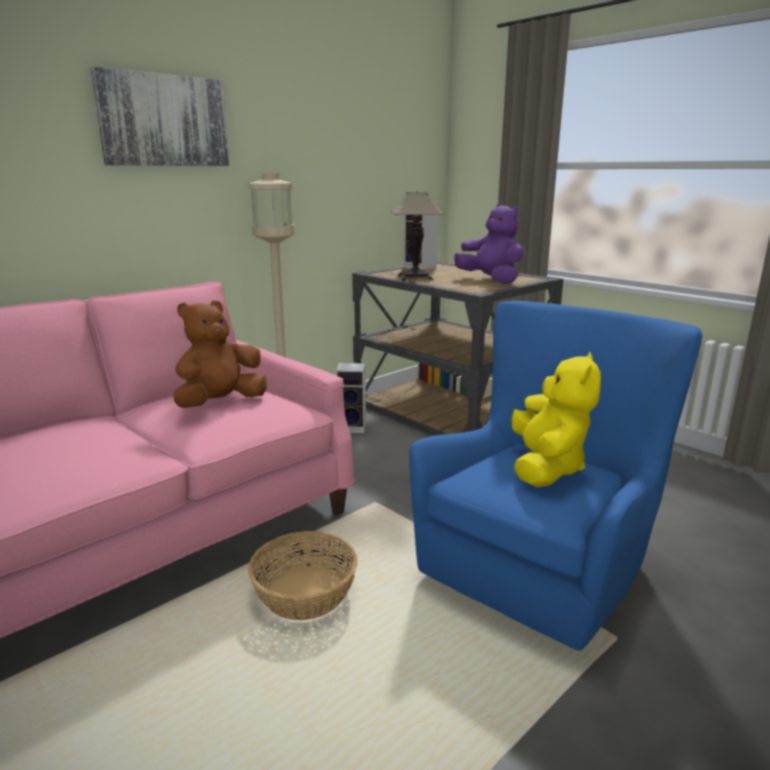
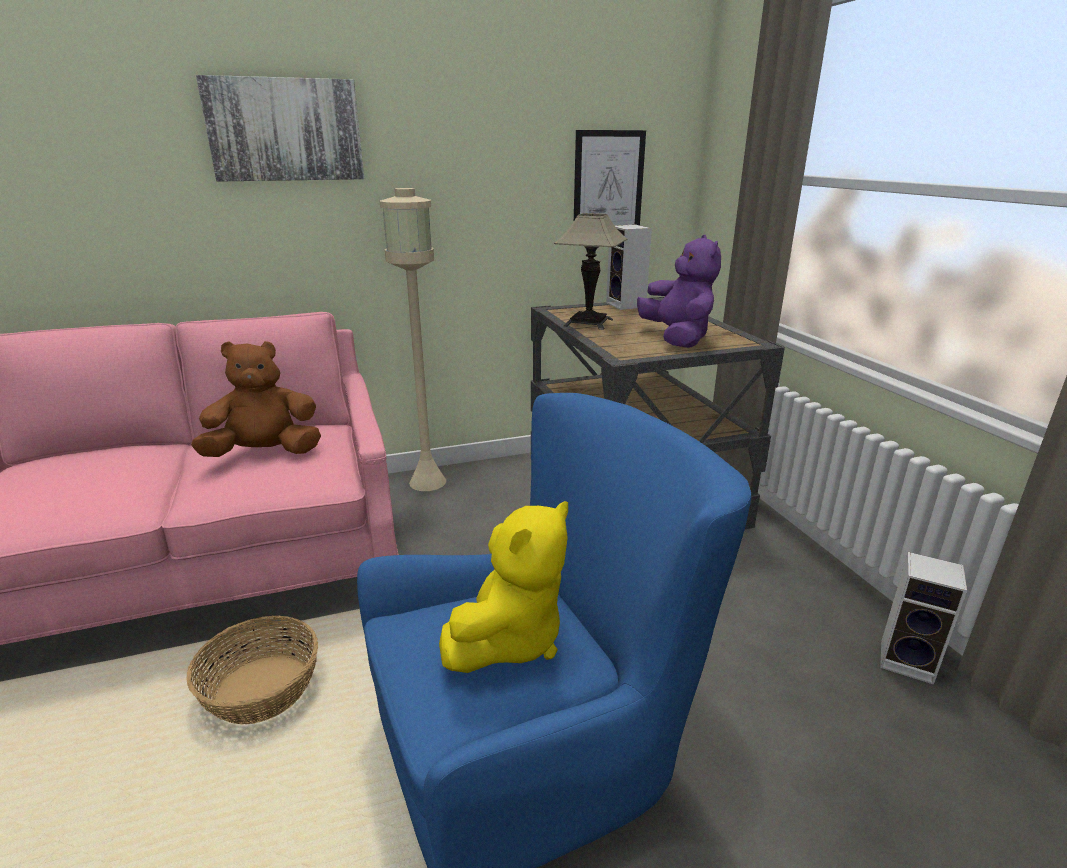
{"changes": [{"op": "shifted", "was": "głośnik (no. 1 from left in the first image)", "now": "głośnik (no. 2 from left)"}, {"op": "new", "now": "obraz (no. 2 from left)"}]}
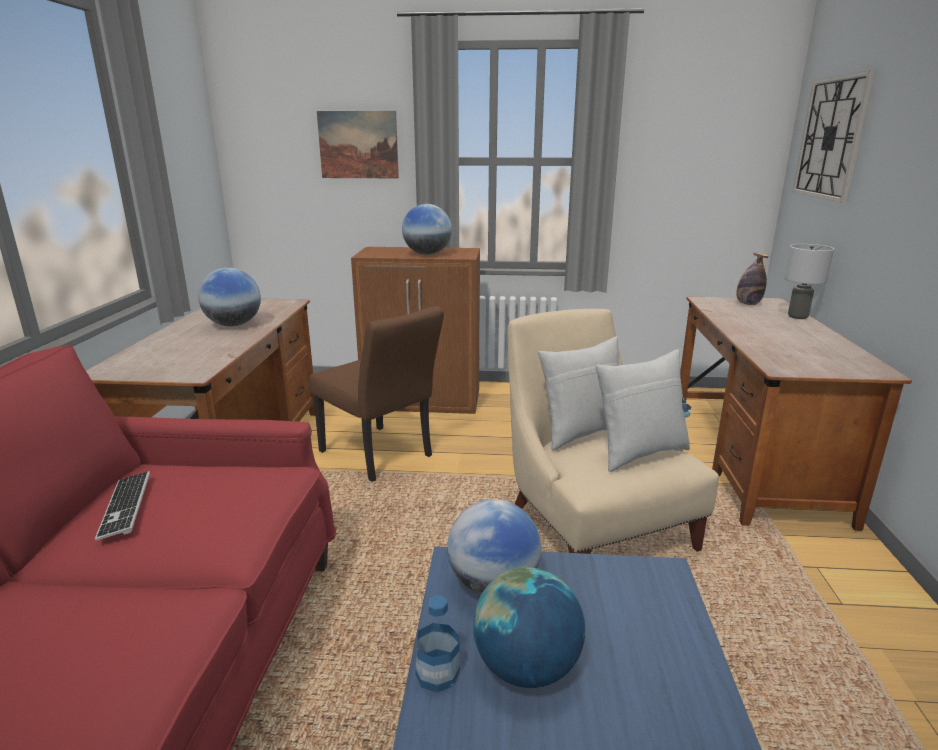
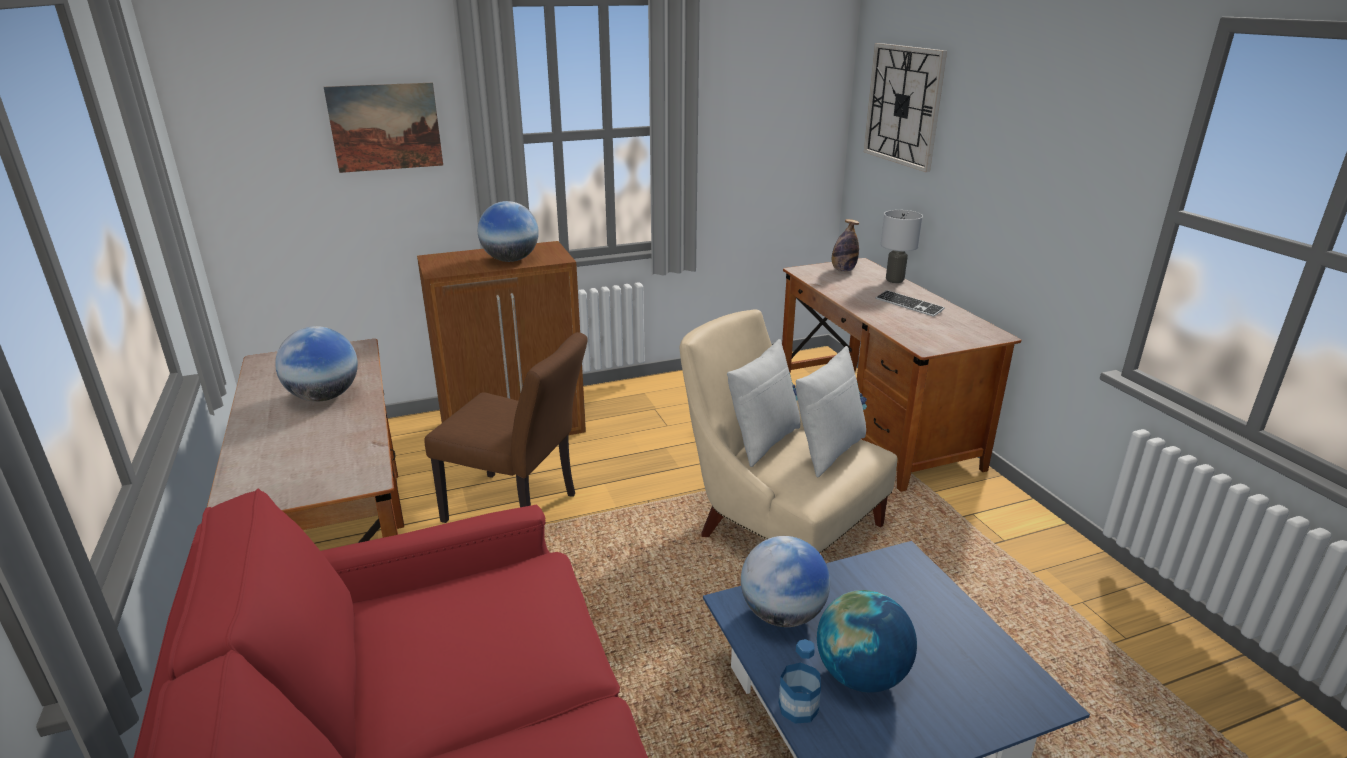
{"changes": [{"op": "shifted", "was": "klawiatura"}]}
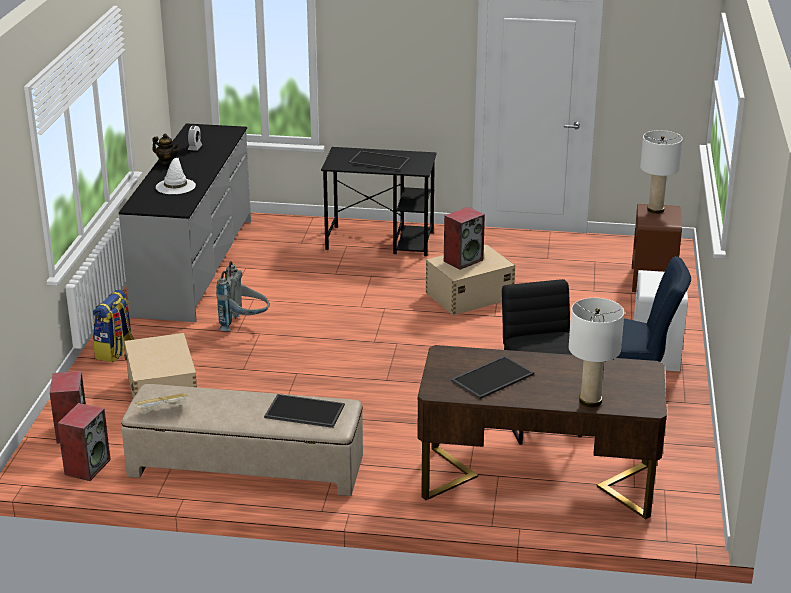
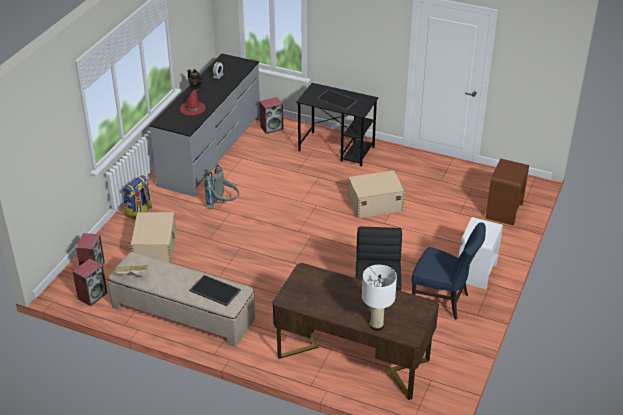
{"changes": [{"op": "gone", "was": "lampa stołowa [biały] (no. 2 from left)"}, {"op": "repainted", "was": "kapelusz [biały]", "now": "kapelusz [czerwony]"}, {"op": "shifted", "was": "głośnik (no. 3 from left)"}, {"op": "gone", "was": "taca (no. 3 from left)"}]}
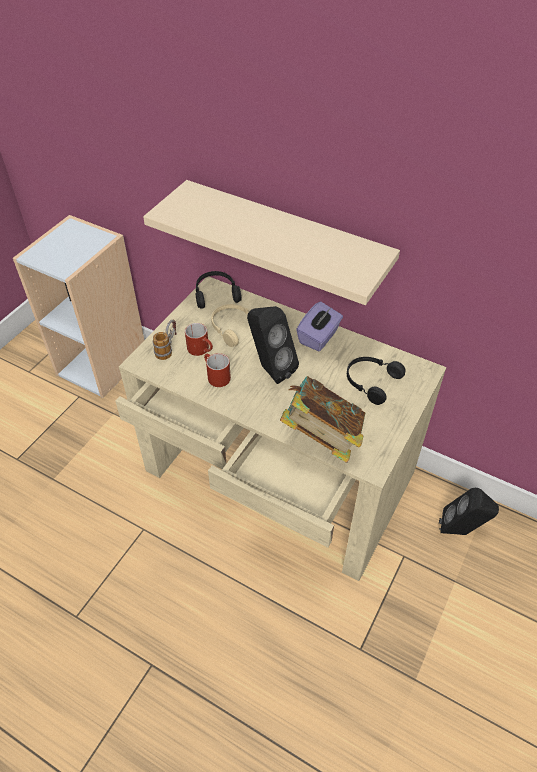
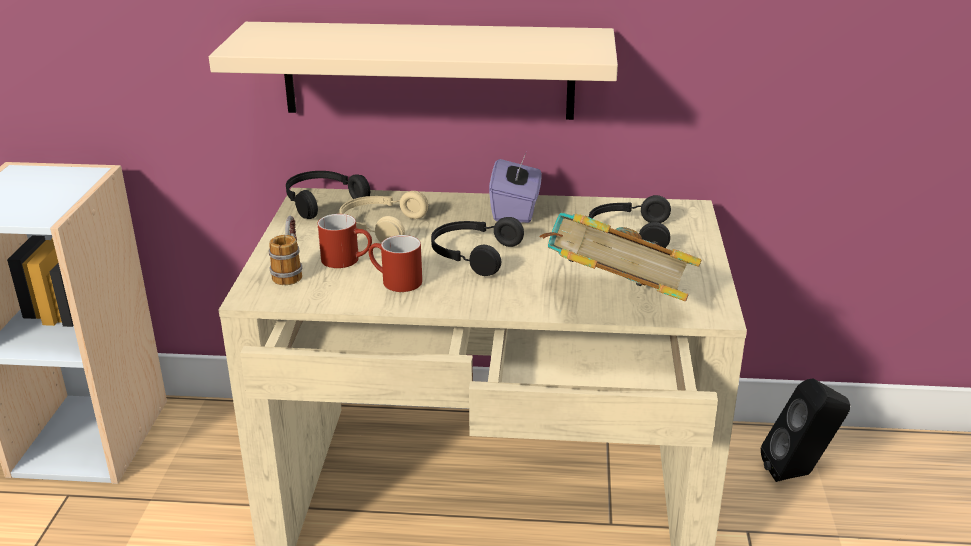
{"changes": [{"op": "swapped", "was": "głośnik [czarny] (no. 1 from left)", "now": "słuchawki [czarny] (no. 2 from left)"}]}
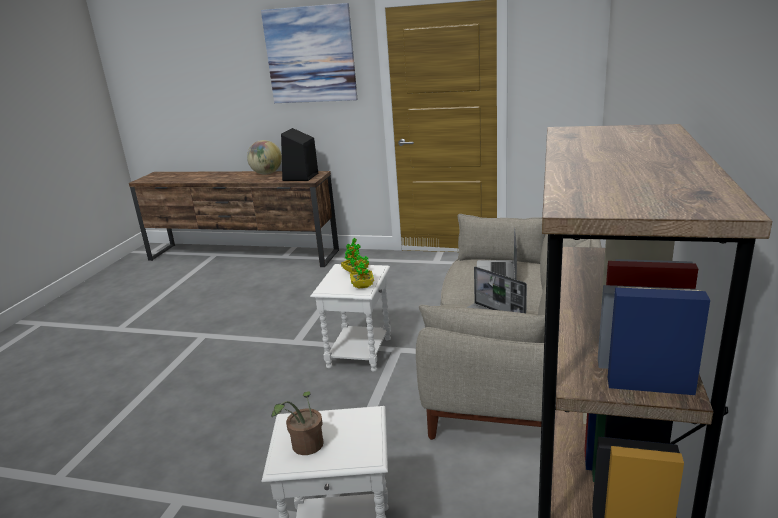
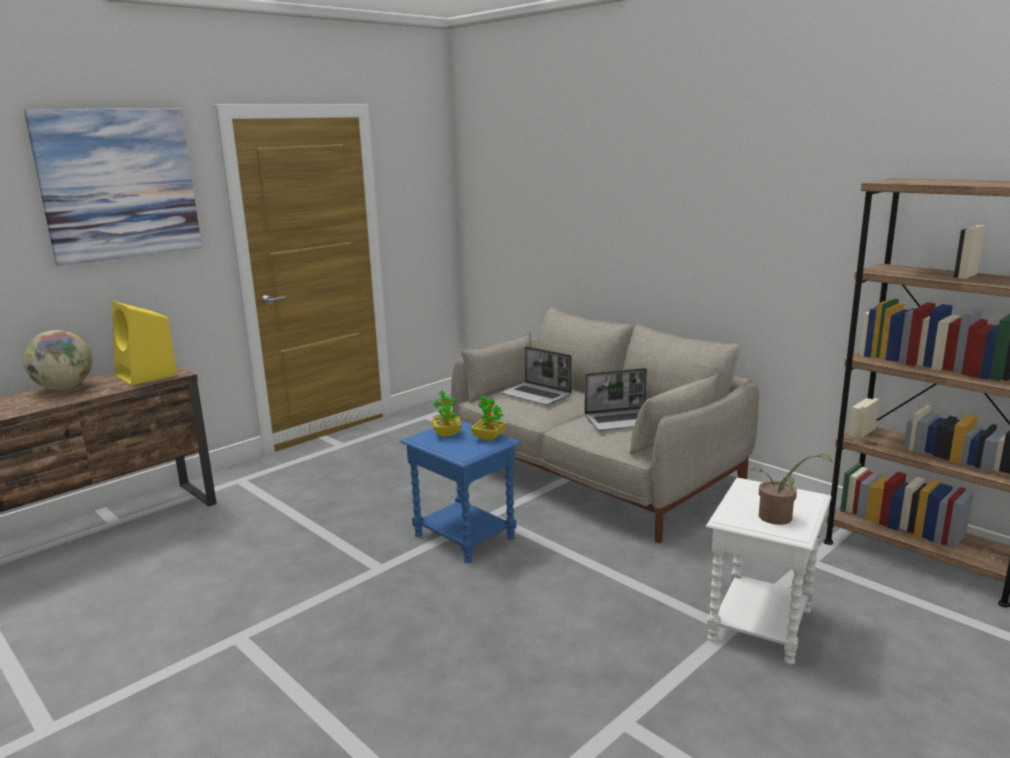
{"changes": [{"op": "repainted", "was": "głośnik [czarny]", "now": "głośnik [żółty]"}, {"op": "repainted", "was": "stolik [biały] (no. 2 from left)", "now": "stolik [niebieski]"}]}
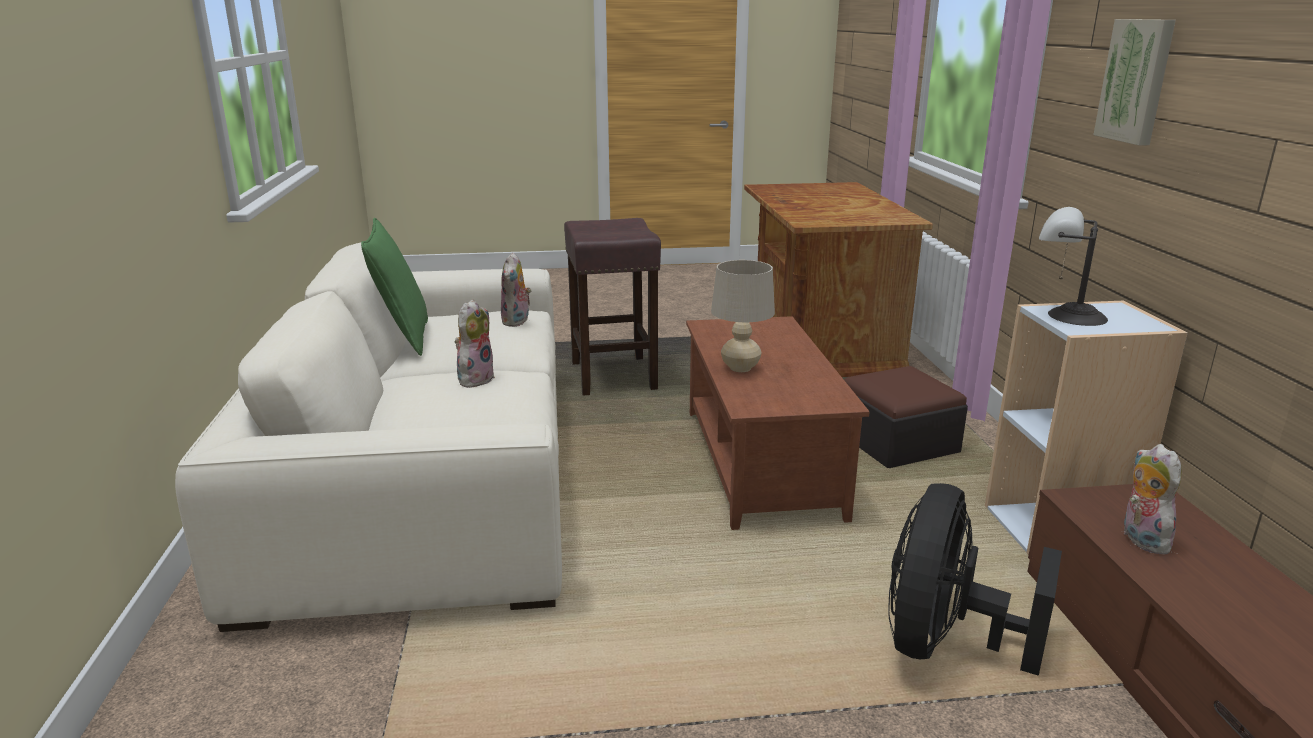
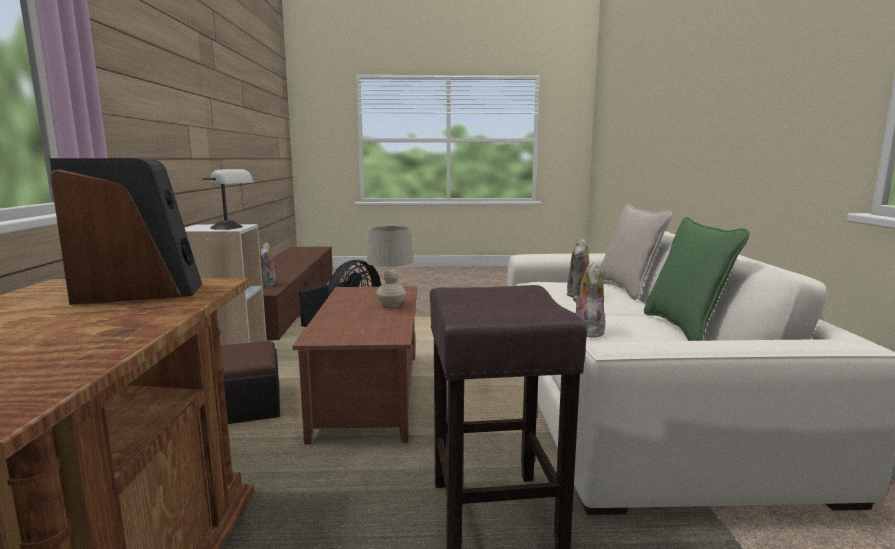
{"changes": [{"op": "gone", "was": "obraz"}, {"op": "new", "now": "głośnik"}, {"op": "new", "now": "poduszka [beżowy]"}]}
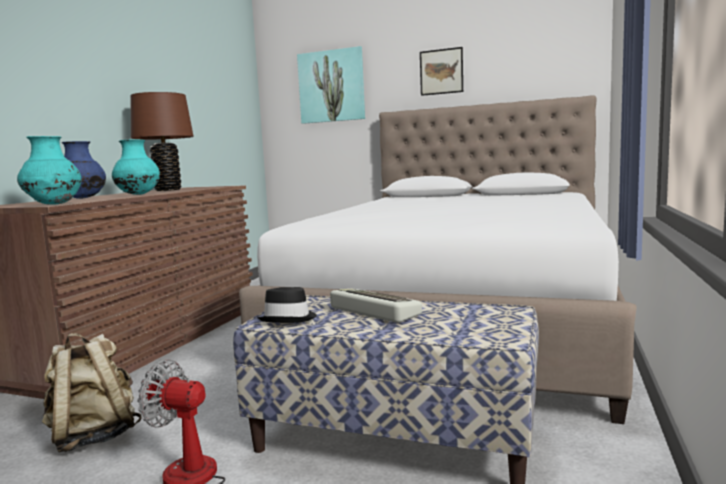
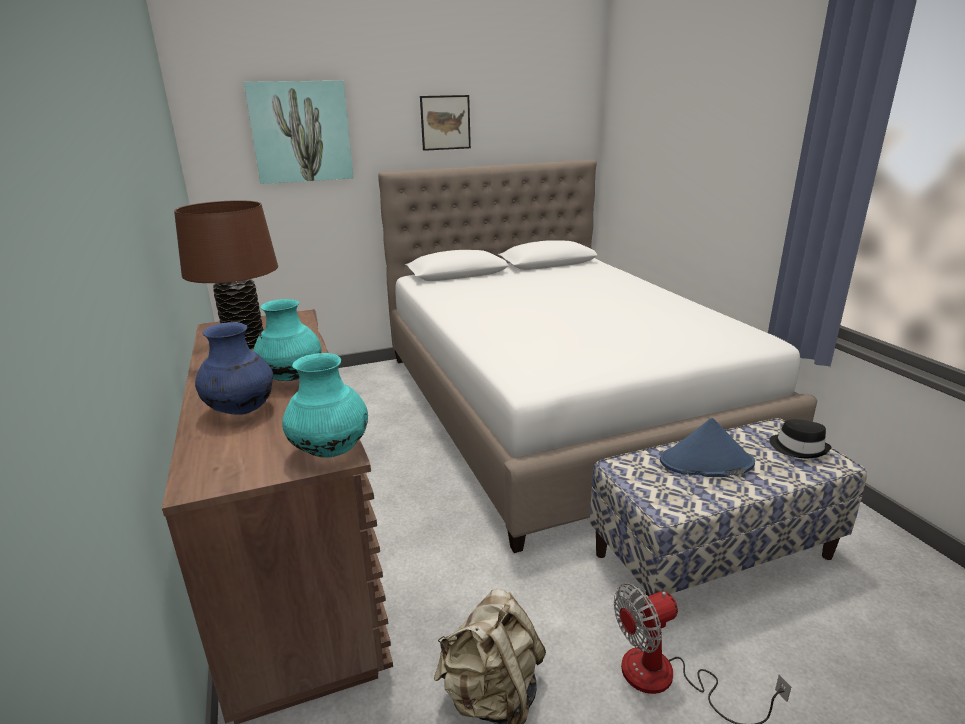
{"changes": [{"op": "shifted", "was": "kapelusz [czarny]"}, {"op": "swapped", "was": "klawiatura", "now": "kapelusz [niebieski]"}]}
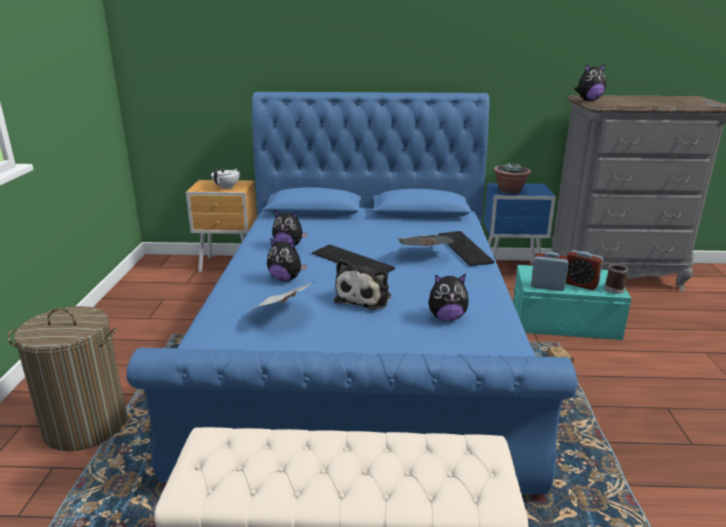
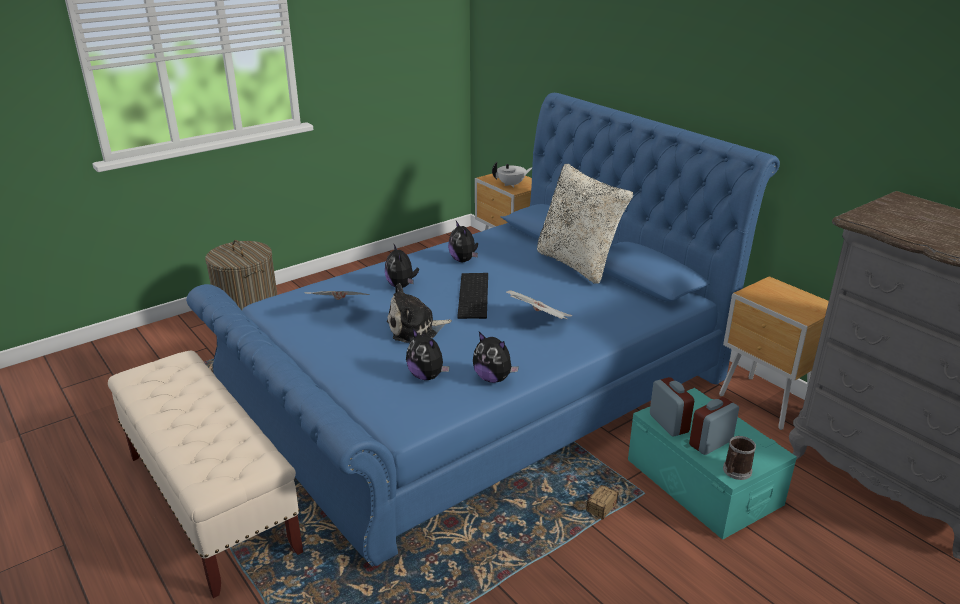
{"changes": [{"op": "shifted", "was": "pluszak (no. 5 from left)"}, {"op": "gone", "was": "roślina doniczkowa"}, {"op": "repainted", "was": "szafka nocna [niebieski]", "now": "szafka nocna [brązowy] (no. 2 from left)"}, {"op": "gone", "was": "klawiatura (no. 2 from left)"}, {"op": "rotated", "was": "budzik (no. 2 from left)", "clockwise": 60}, {"op": "new", "now": "poduszka [beżowy]"}]}
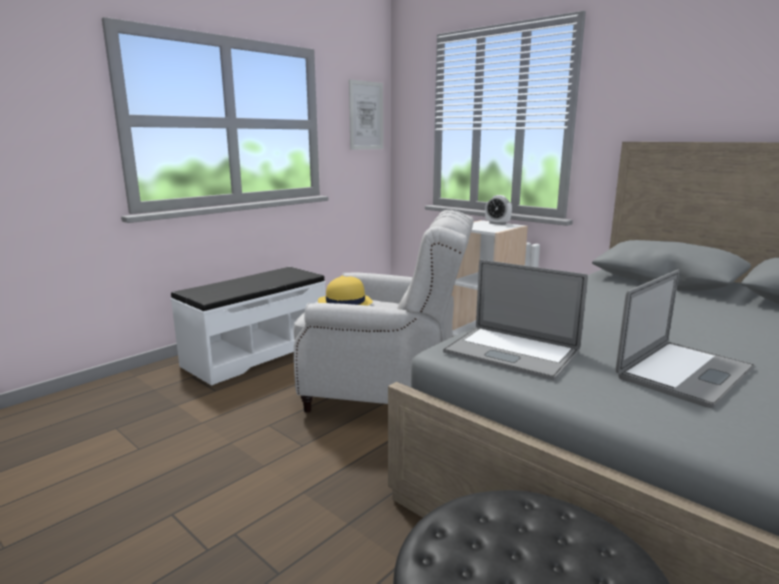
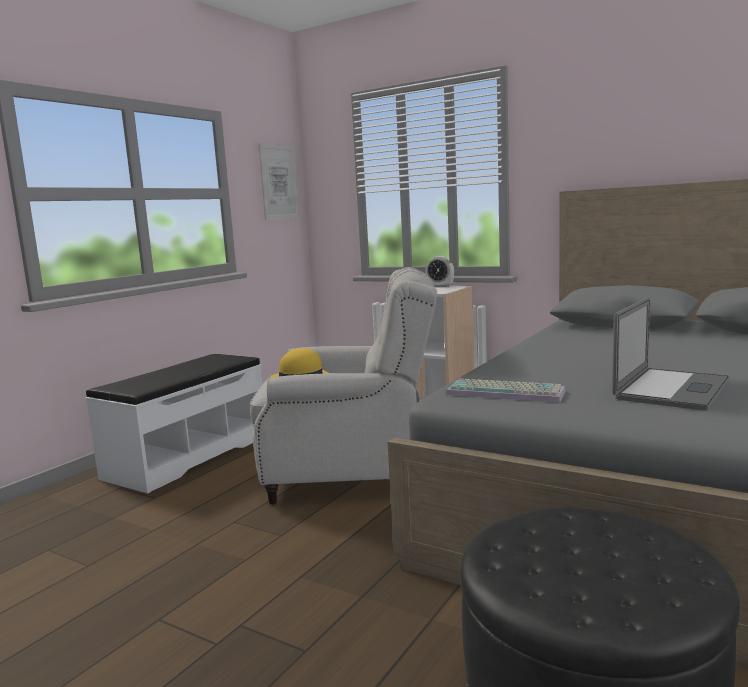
{"changes": [{"op": "swapped", "was": "laptop (no. 1 from left)", "now": "klawiatura"}]}
